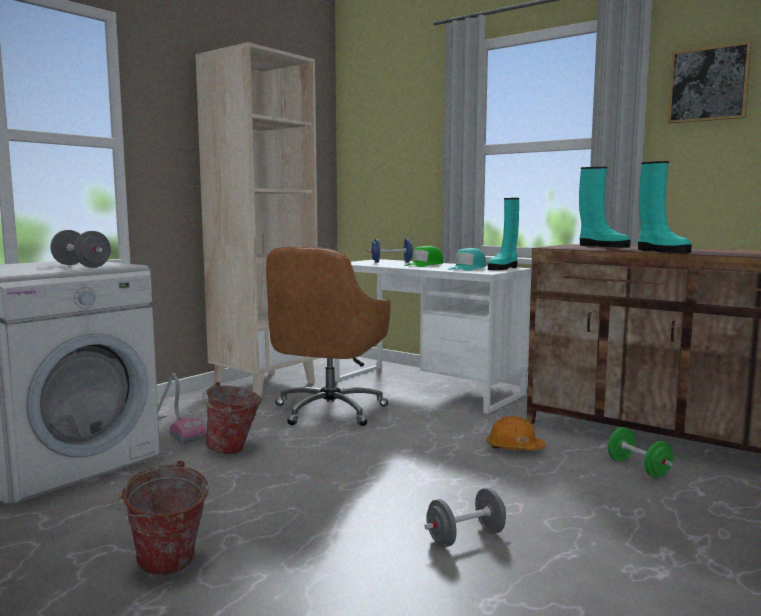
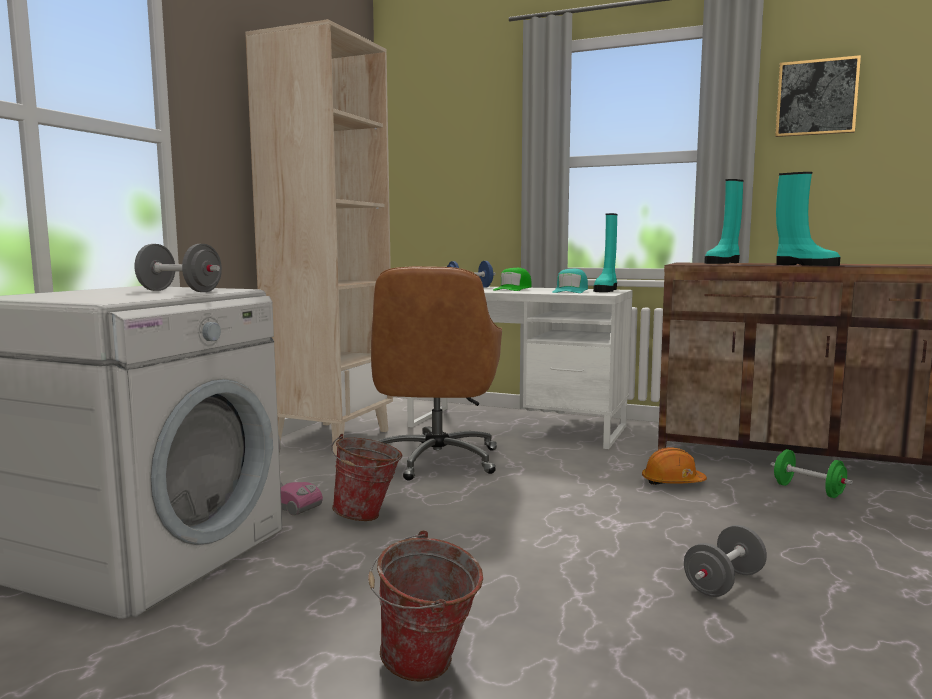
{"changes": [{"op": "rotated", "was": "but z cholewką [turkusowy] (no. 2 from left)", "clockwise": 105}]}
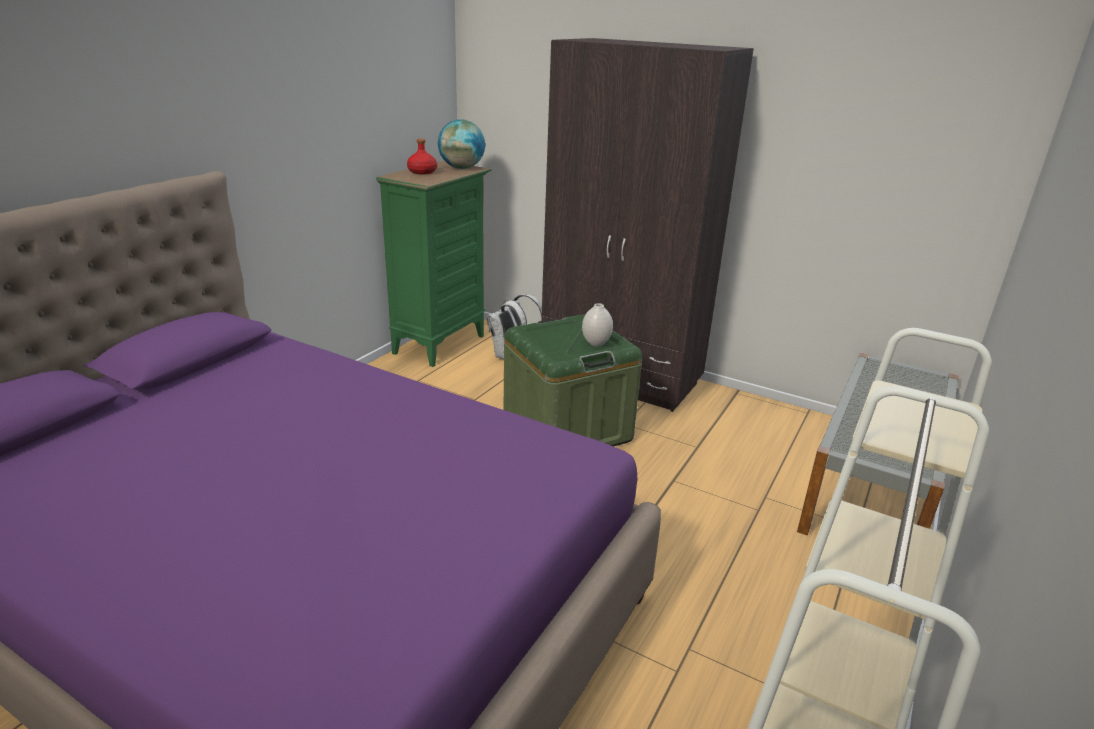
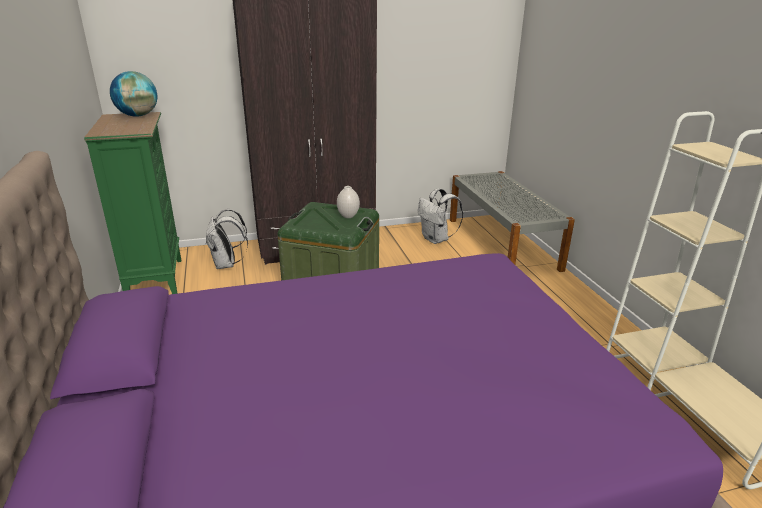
{"changes": [{"op": "gone", "was": "butelka [czerwony]"}, {"op": "new", "now": "plecak [biały] (no. 2 from left)"}]}
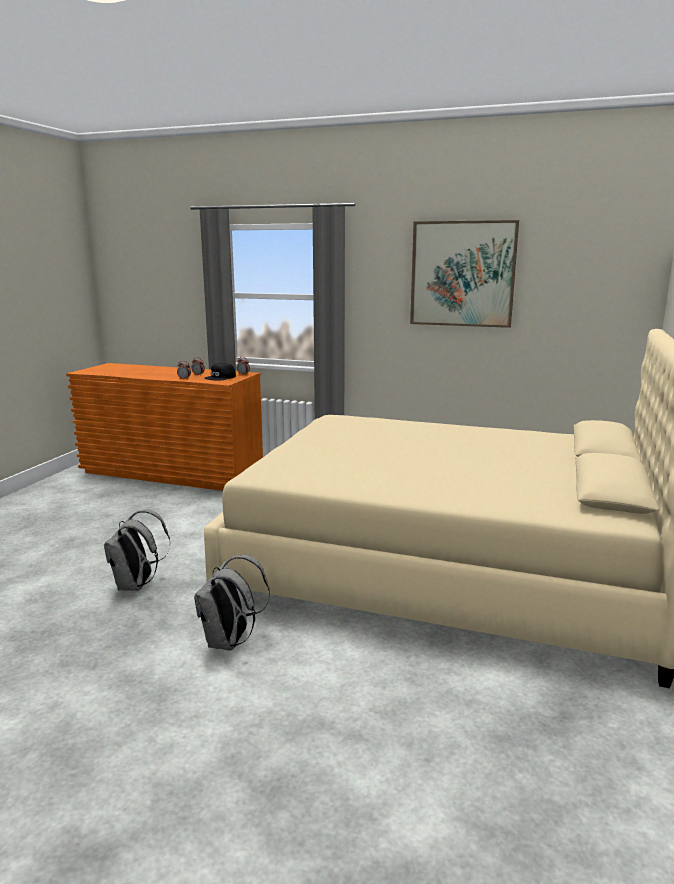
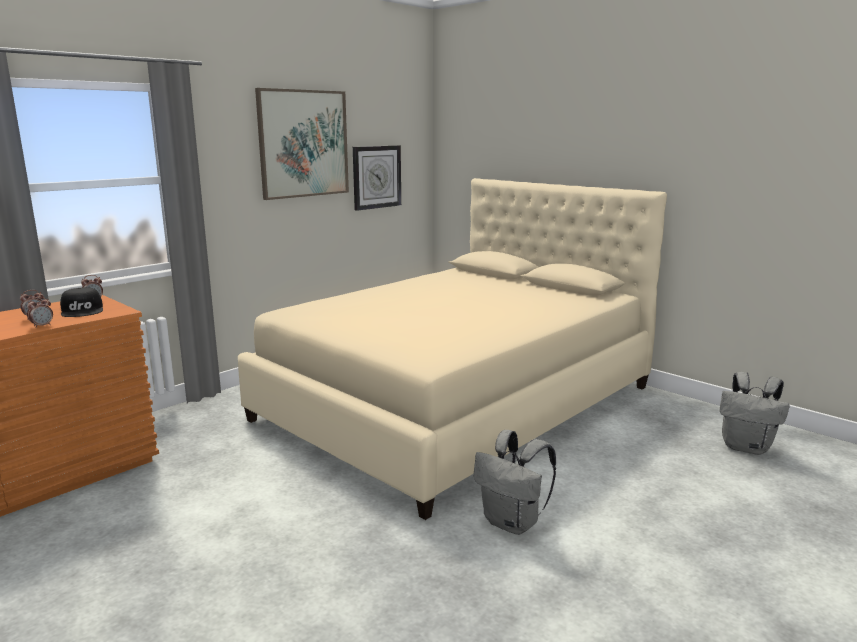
{"changes": [{"op": "shifted", "was": "plecak [szary] (no. 1 from left in the first image)", "now": "plecak [szary] (no. 2 from left)"}, {"op": "new", "now": "zegar ścienny"}]}
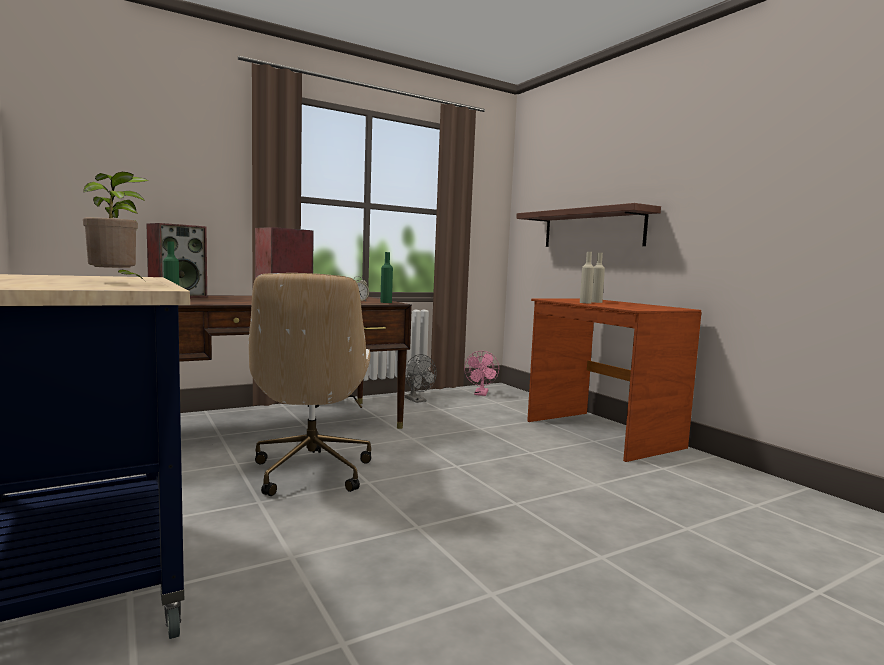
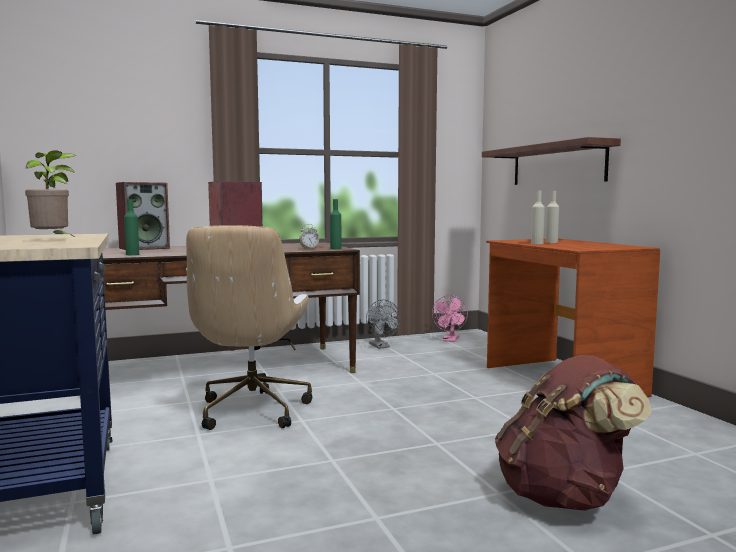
{"changes": [{"op": "new", "now": "plecak [brązowy]"}]}
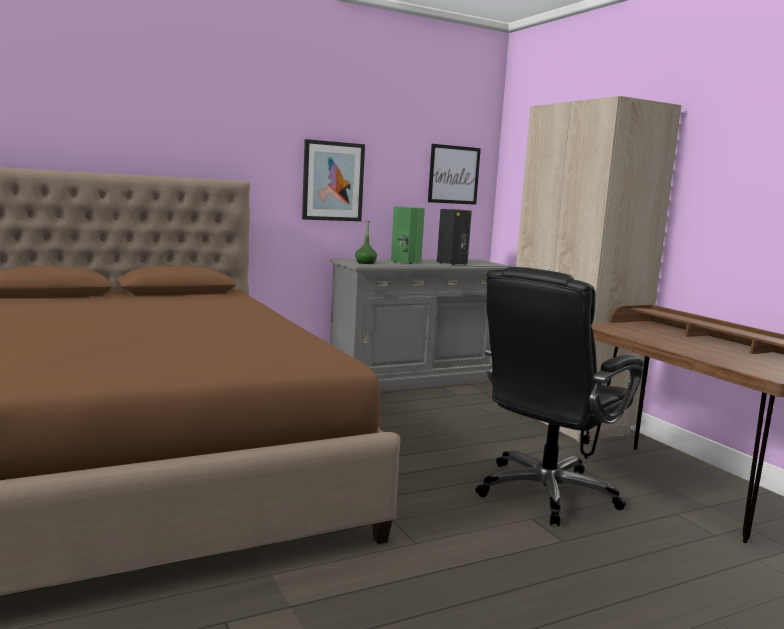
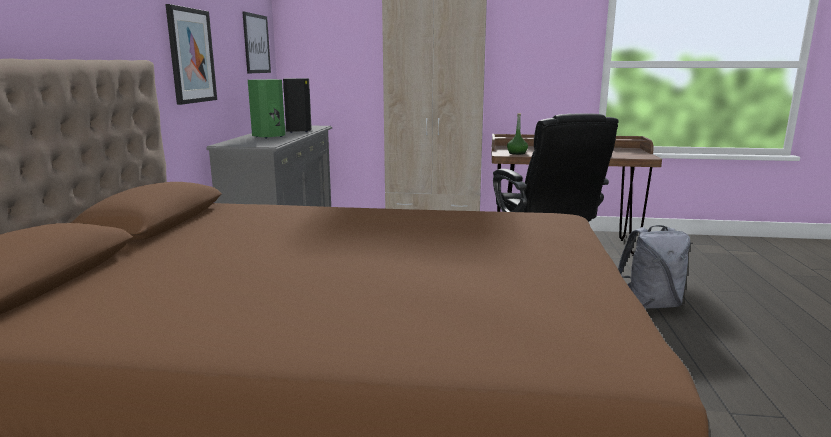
{"changes": [{"op": "shifted", "was": "butelka [zielony]"}, {"op": "new", "now": "plecak [szary]"}]}
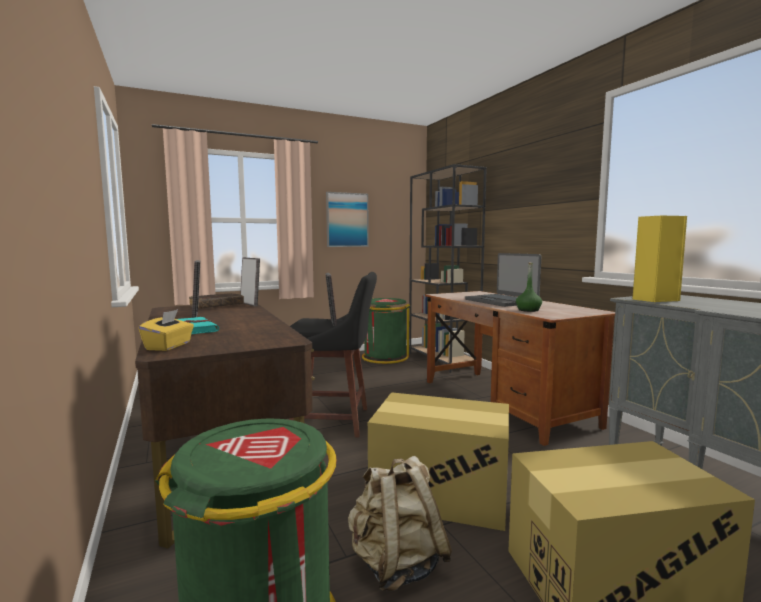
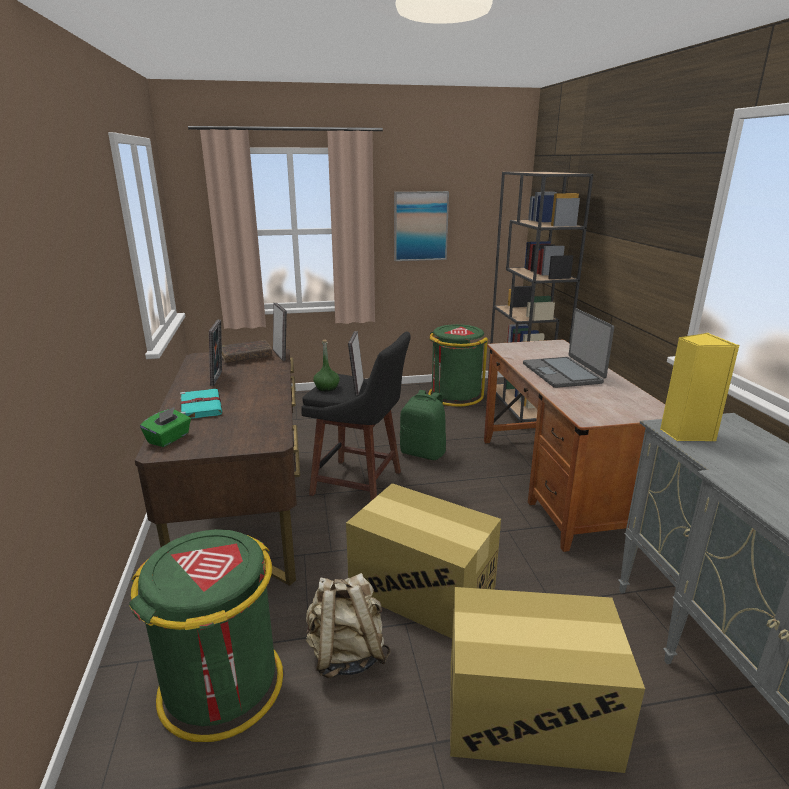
{"changes": [{"op": "shifted", "was": "butelka [zielony]"}, {"op": "repainted", "was": "pudełko chusteczek [żółty]", "now": "pudełko chusteczek [zielony]"}, {"op": "new", "now": "plecak [zielony]"}]}
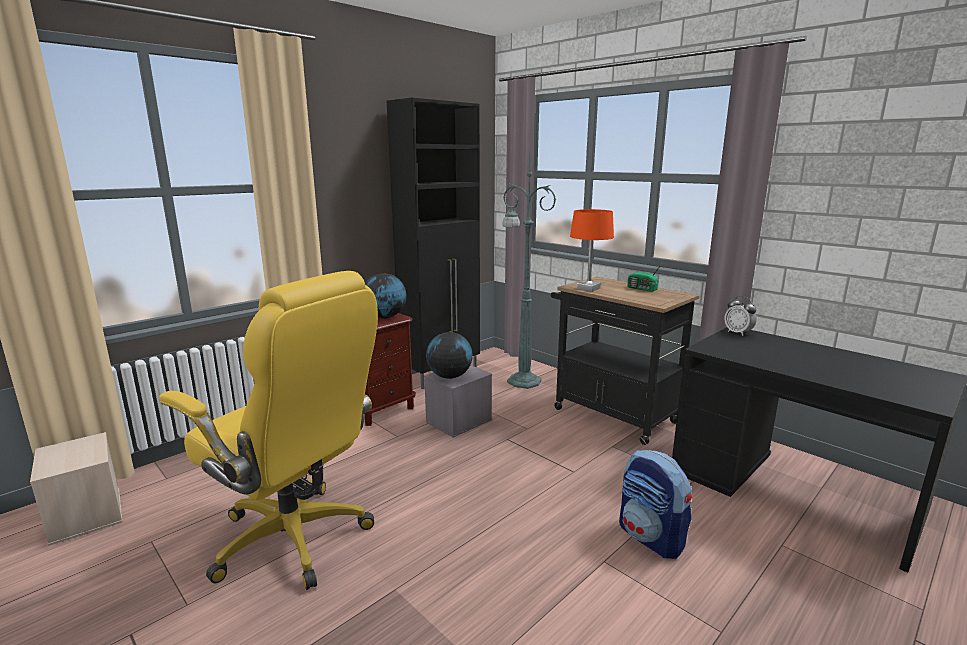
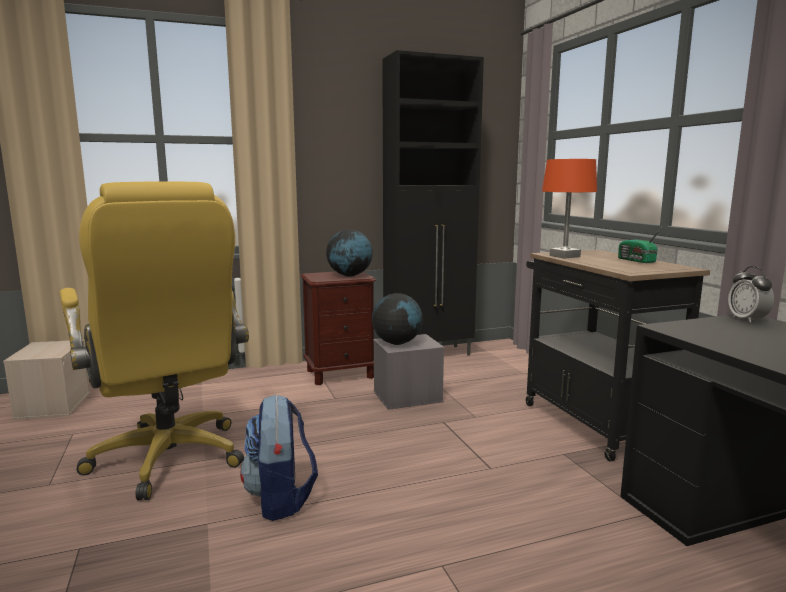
{"changes": [{"op": "gone", "was": "lampa stojąca [zielony]"}, {"op": "shifted", "was": "plecak"}]}
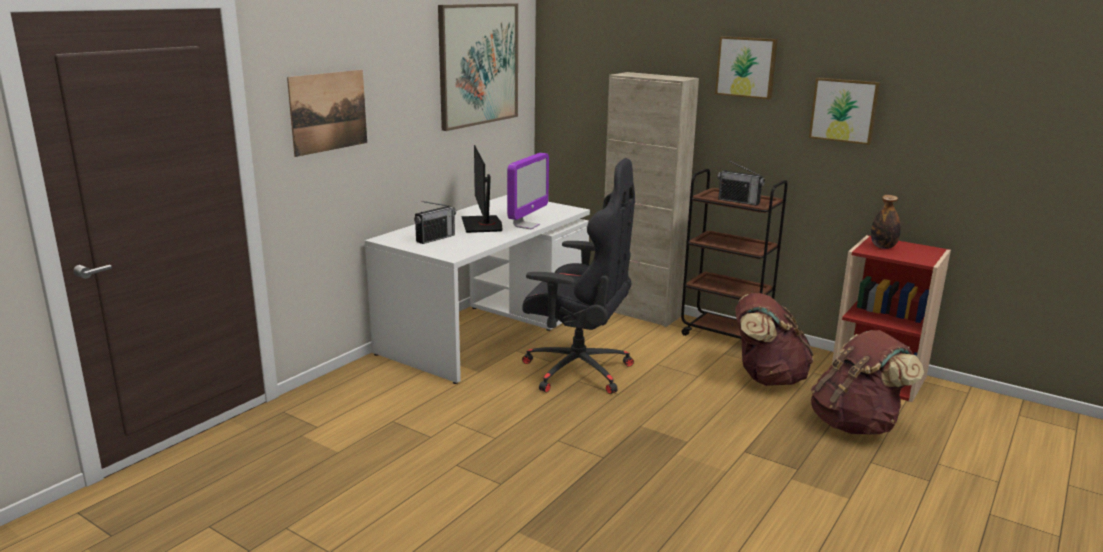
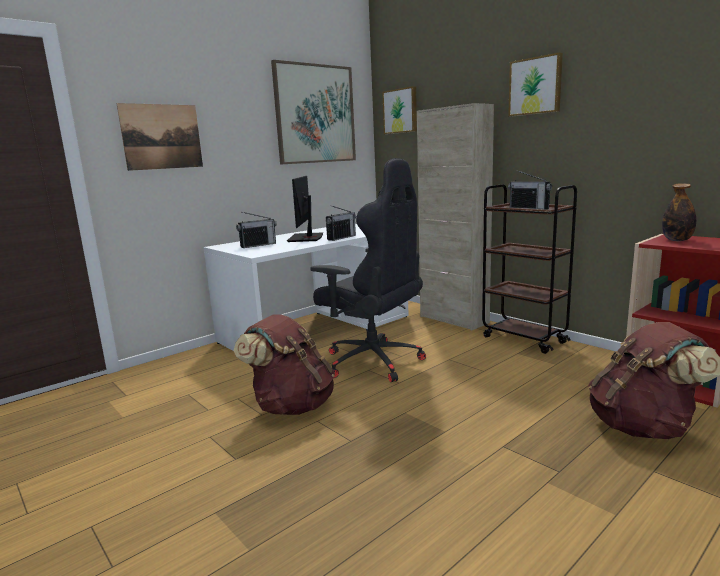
{"changes": [{"op": "shifted", "was": "obraz (no. 4 from left in the first image)", "now": "obraz (no. 3 from left)"}, {"op": "swapped", "was": "monitor (no. 2 from left)", "now": "radio (no. 2 from left)"}, {"op": "shifted", "was": "plecak [brązowy] (no. 1 from left)"}]}
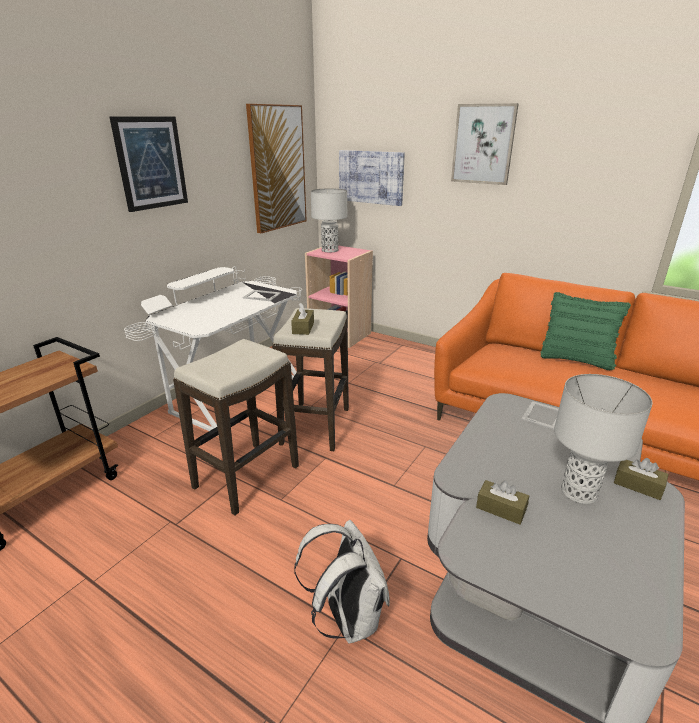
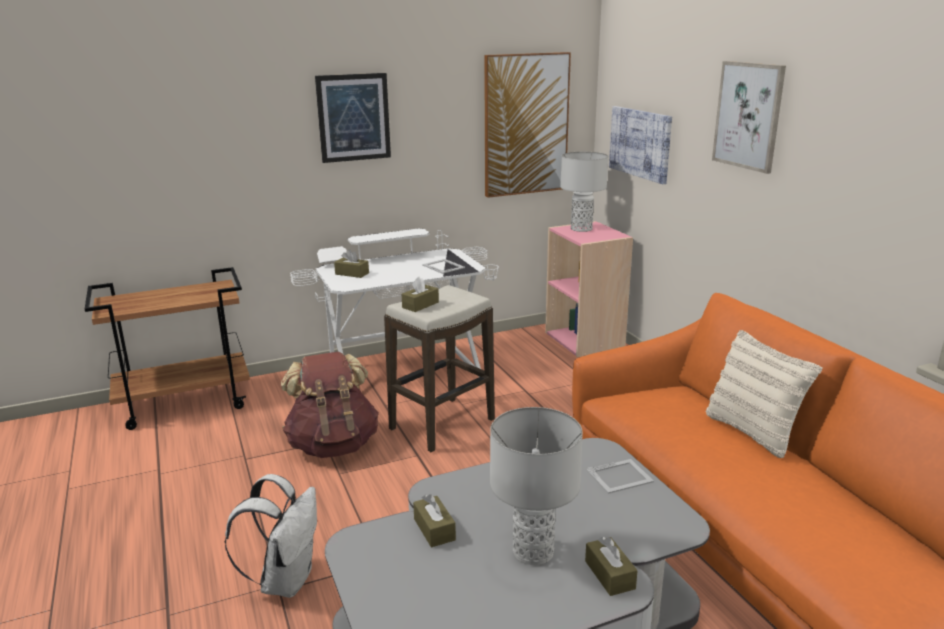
{"changes": [{"op": "repainted", "was": "poduszka [zielony]", "now": "poduszka [beżowy]"}, {"op": "swapped", "was": "stołek (no. 1 from left)", "now": "plecak [brązowy]"}, {"op": "new", "now": "pudełko chusteczek [brązowy] (no. 1 from left)"}]}
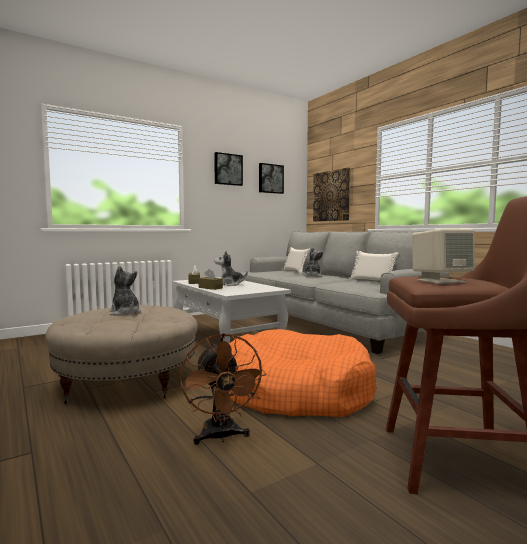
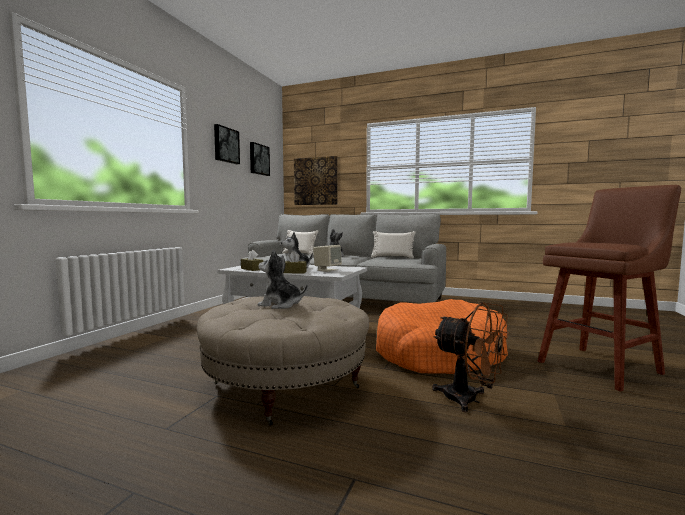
{"changes": [{"op": "shifted", "was": "głośnik [beżowy]"}]}
